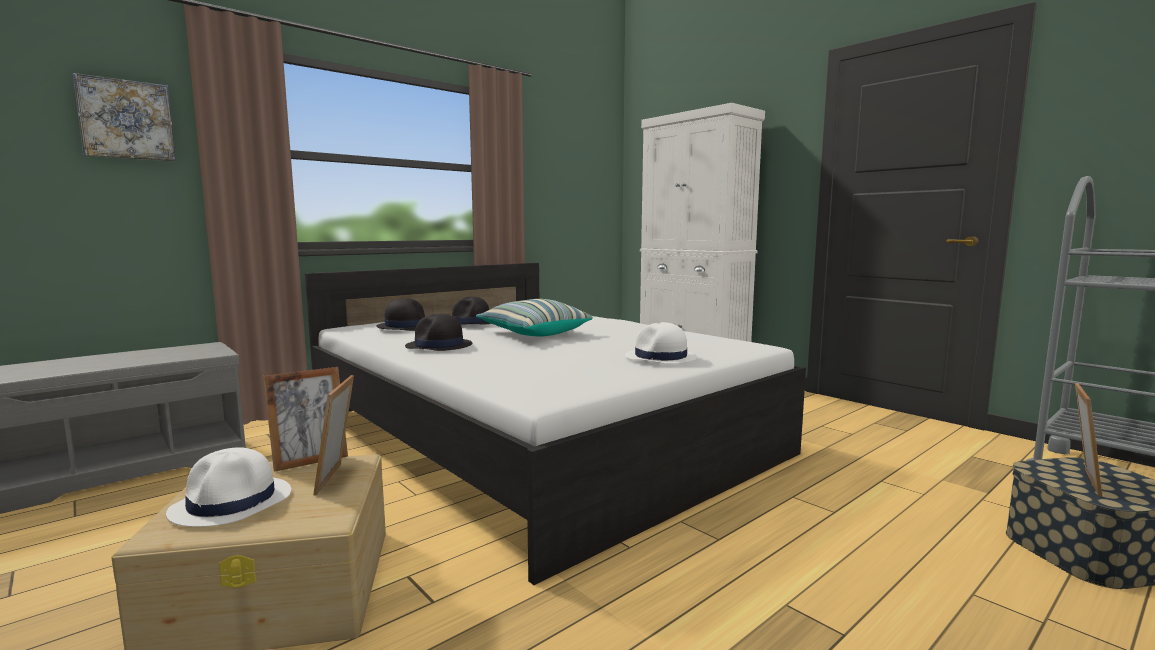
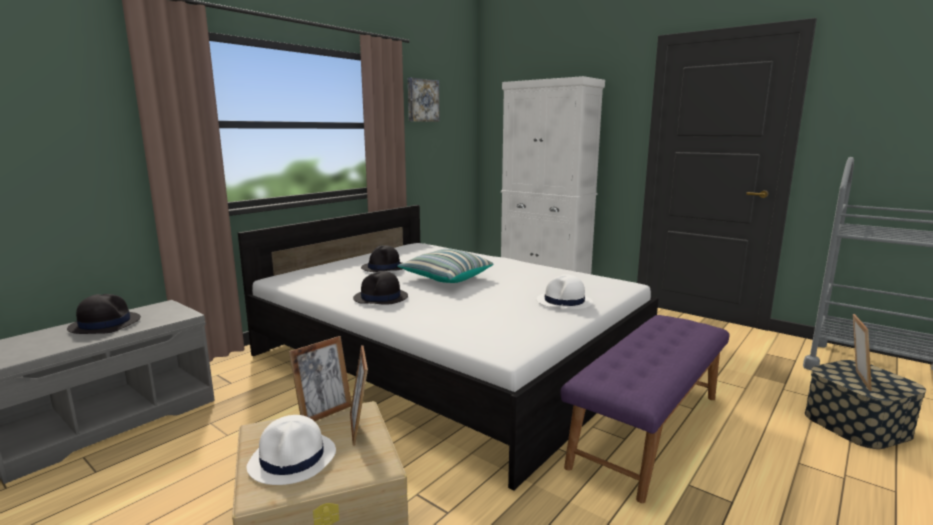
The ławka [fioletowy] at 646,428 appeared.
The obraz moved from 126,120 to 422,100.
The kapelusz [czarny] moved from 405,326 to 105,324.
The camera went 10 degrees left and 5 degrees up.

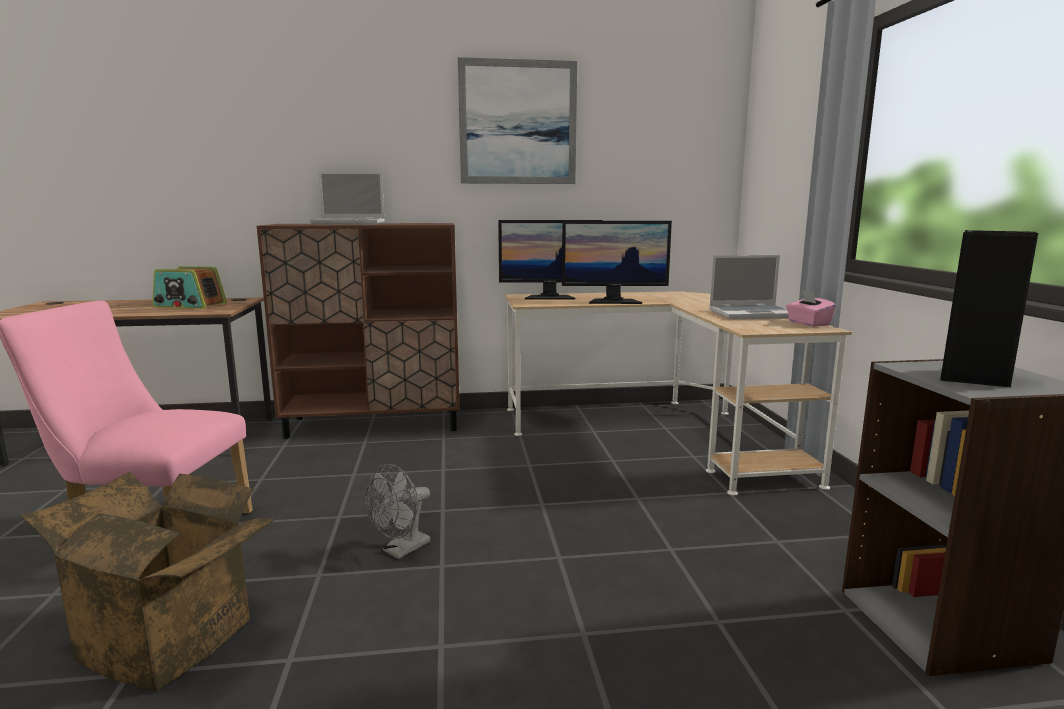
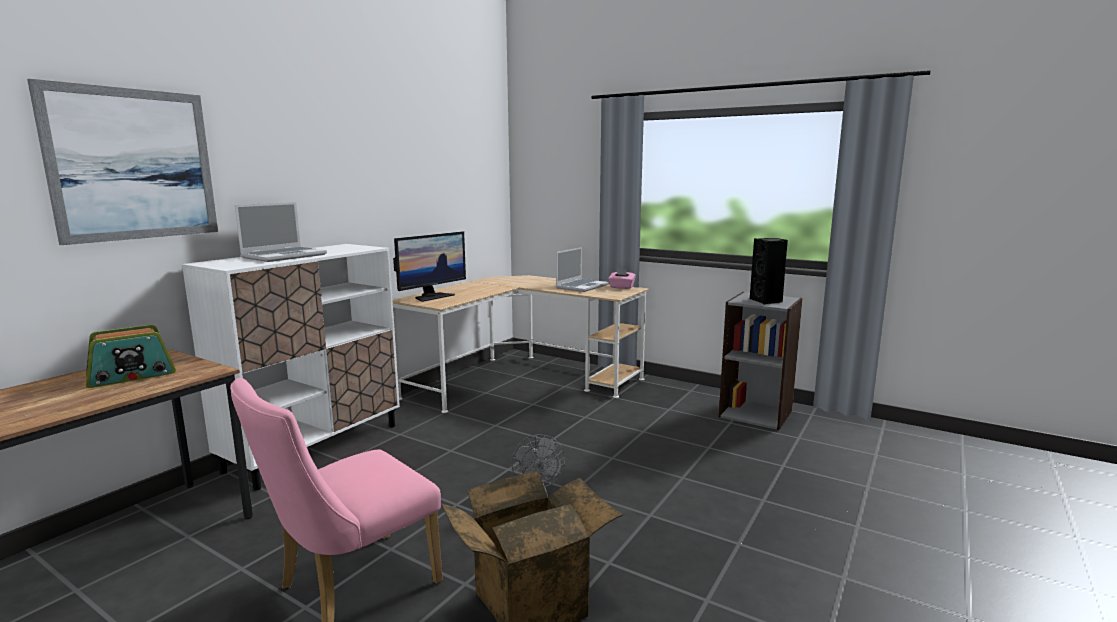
The monitor at 613,301 disappeared.
The obraz moved from 518,123 to 133,164.
The szafka [brązowy] at 375,424 became the szafka [biały] at 315,447.
The camera went 50 degrees left and 0 degrees up.

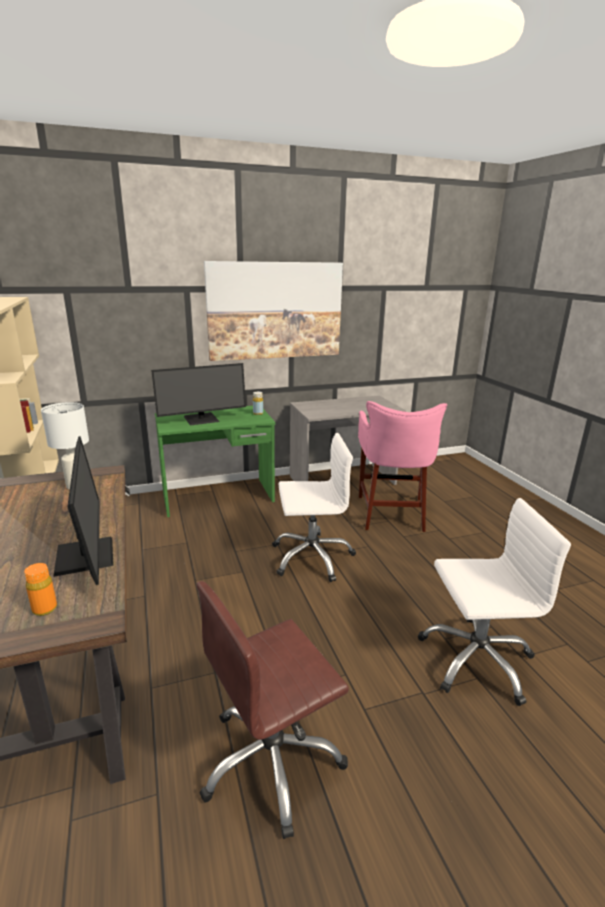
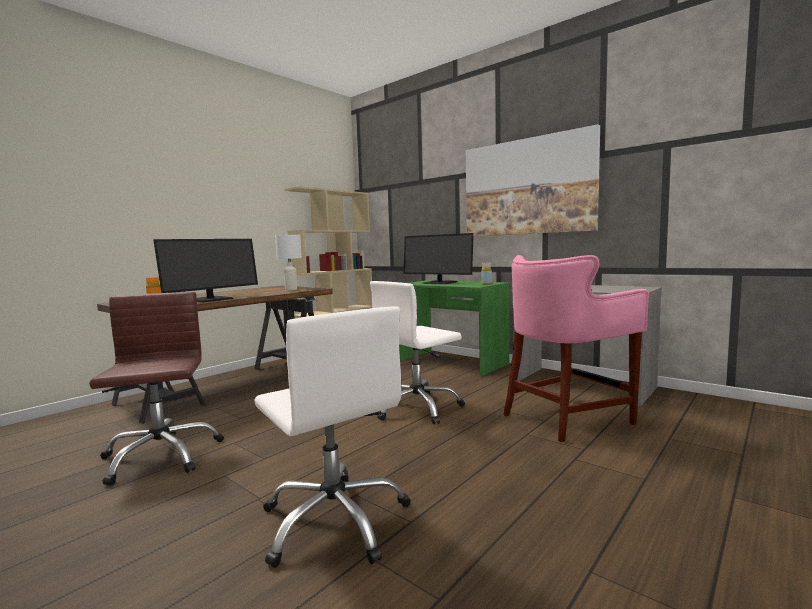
The krzesło biurowe [brązowy] at 272,761 turned 45 degrees clockwise.
The krzesło biurowe [biały] at 312,557 turned 90 degrees clockwise.
The camera went 60 degrees right and 15 degrees down.

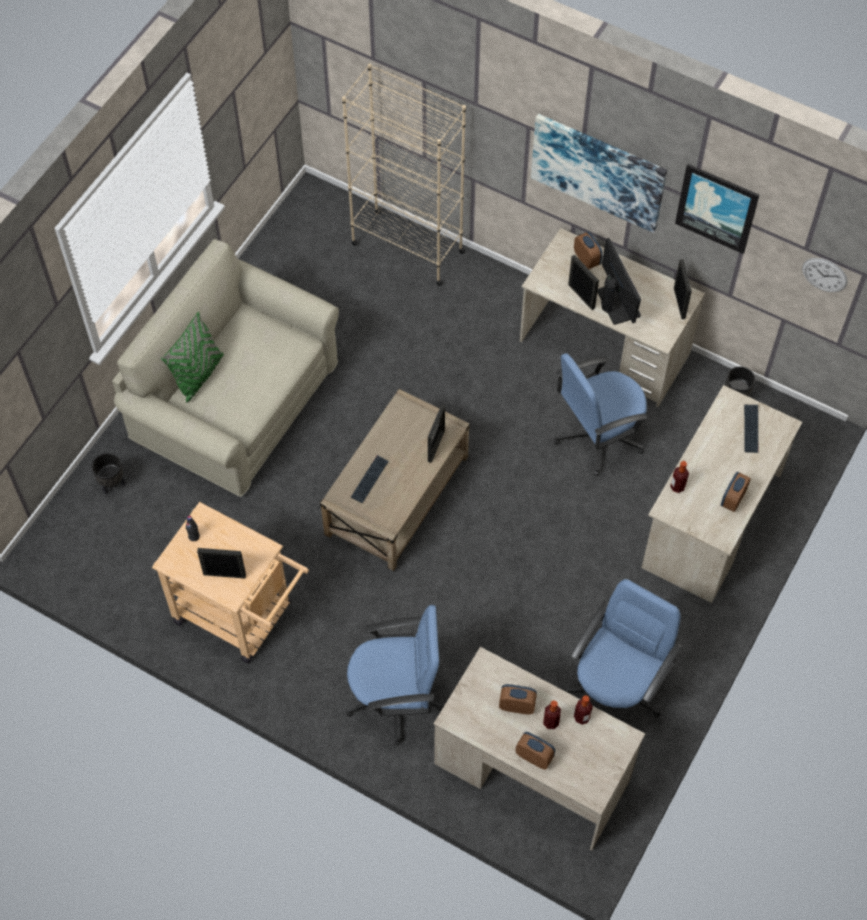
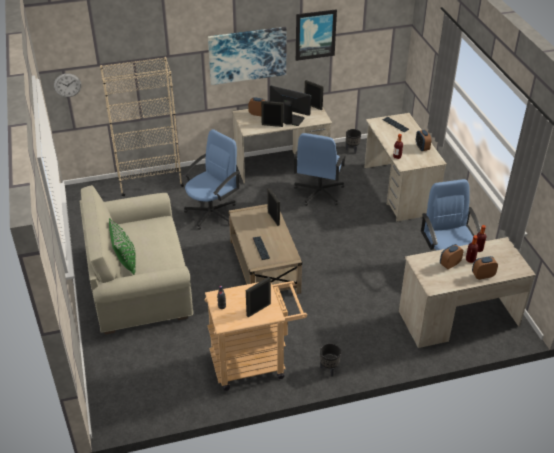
The donica [czarny] moved from 112,484 to 329,369.
The krzesło biurowe [niebieski] moved from 396,698 to 212,213.
The zegar ścienny moved from 824,274 to 67,85.
The camera went 45 degrees left and 20 degrees down.

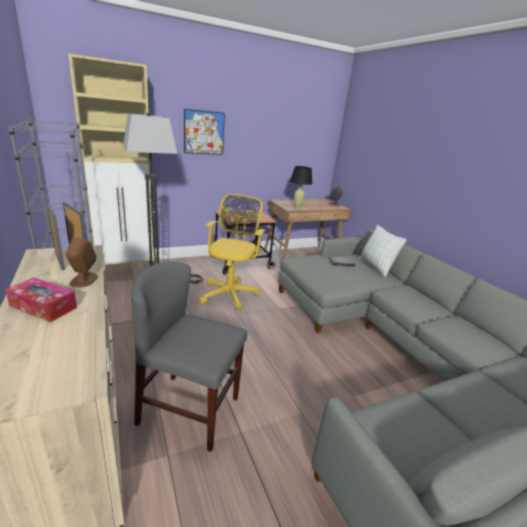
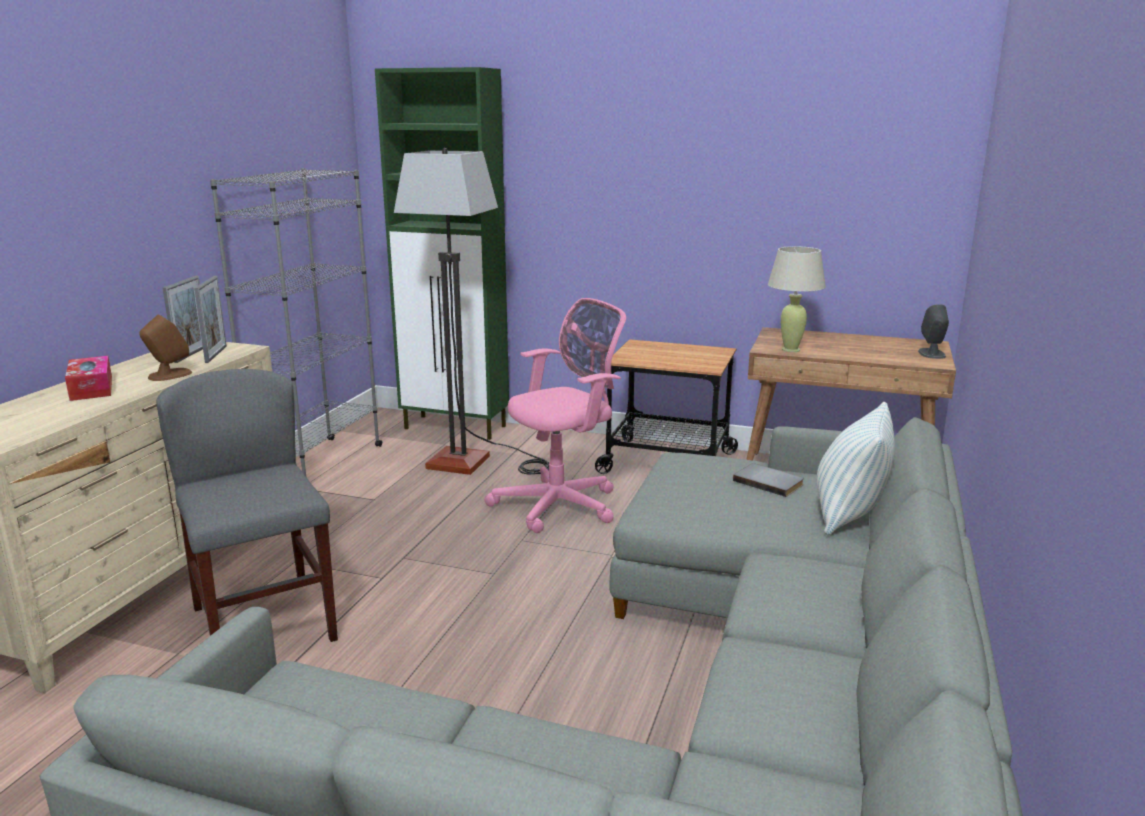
The obraz at 204,132 disappeared.
The szafka [beżowy] at 126,269 became the szafka [zielony] at 456,427.
The krzesło biurowe [żółty] at 230,293 became the krzesło biurowe [różowy] at 562,504.
The lampa stołowa [czarny] at 297,208 became the lampa stołowa [beżowy] at 791,349.
The camera went 45 degrees right and 5 degrees down.

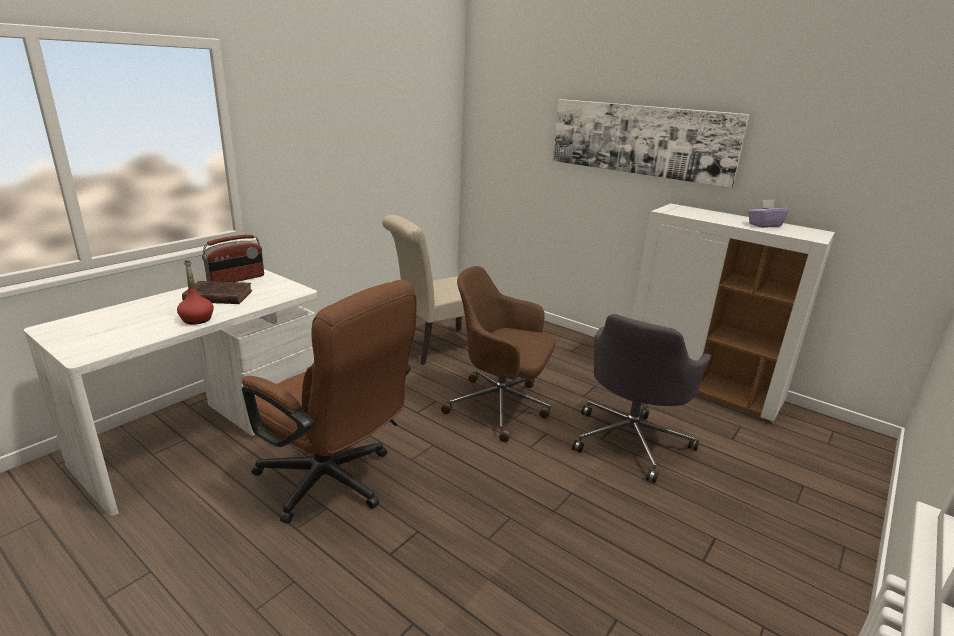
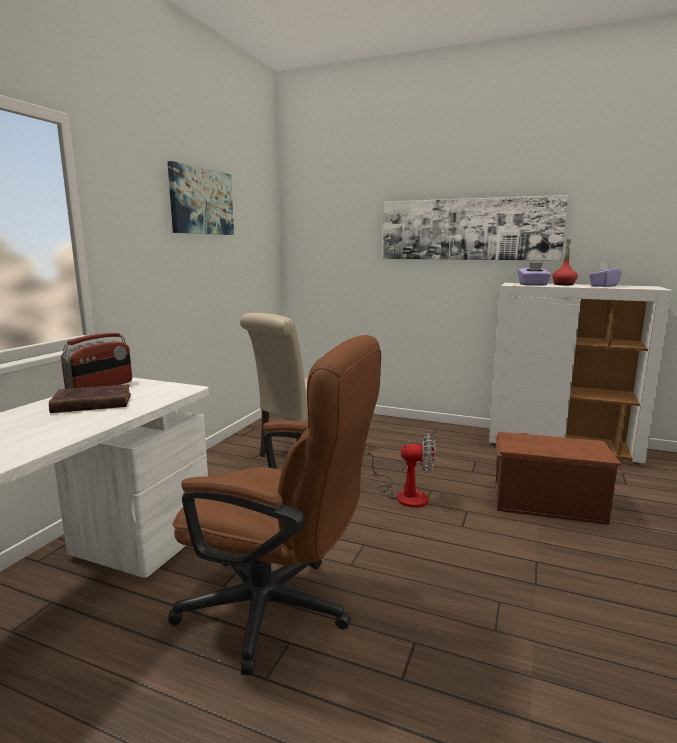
The obraz at 201,201 appeared.
The pudełko chusteczek [fioletowy] at 533,285 appeared.
The butelka [czerwony] moved from 197,319 to 563,284.
The krzesło biurowe [brązowy] at 501,406 was replaced by the wentylator at 404,494.
The krzesło biurowe [szary] at 631,440 was replaced by the pojemnik do przechowywania [brązowy] at 546,501.
The camera went 15 degrees left and 10 degrees down.

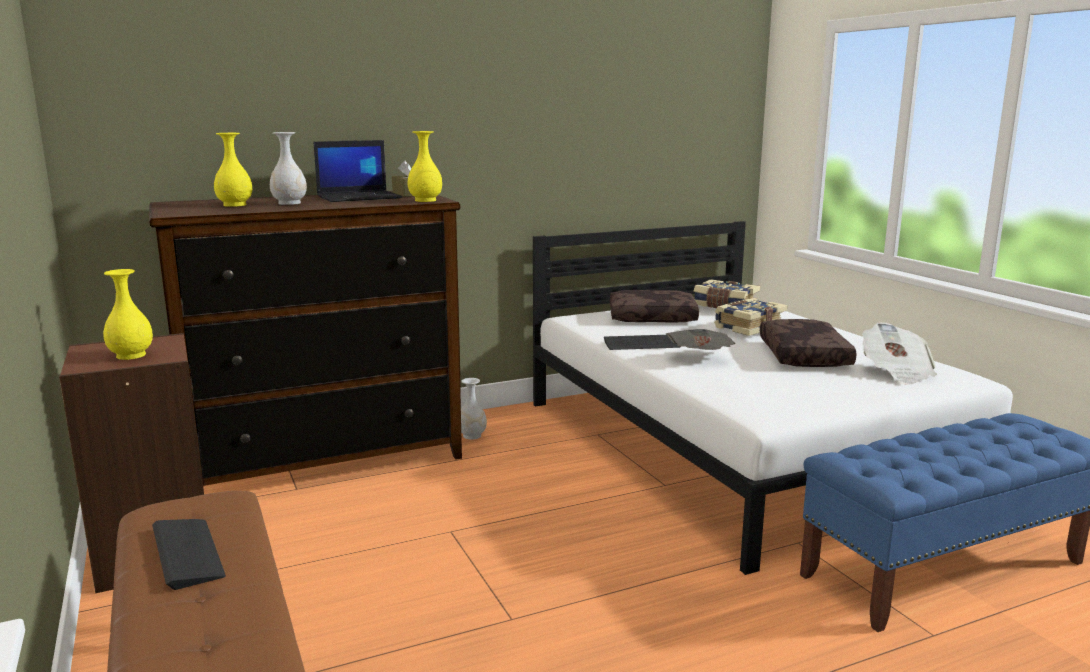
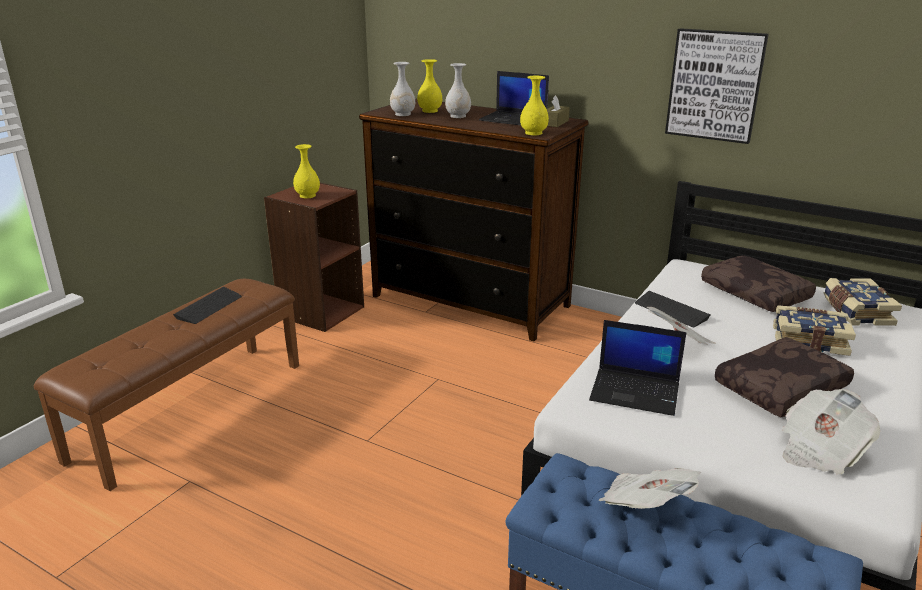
The laptop at 636,392 appeared.
The gazeta at 645,506 appeared.
The obraz at 714,85 appeared.
The wazon [biały] moved from 471,436 to 402,114.
The camera went 55 degrees right and 10 degrees up.

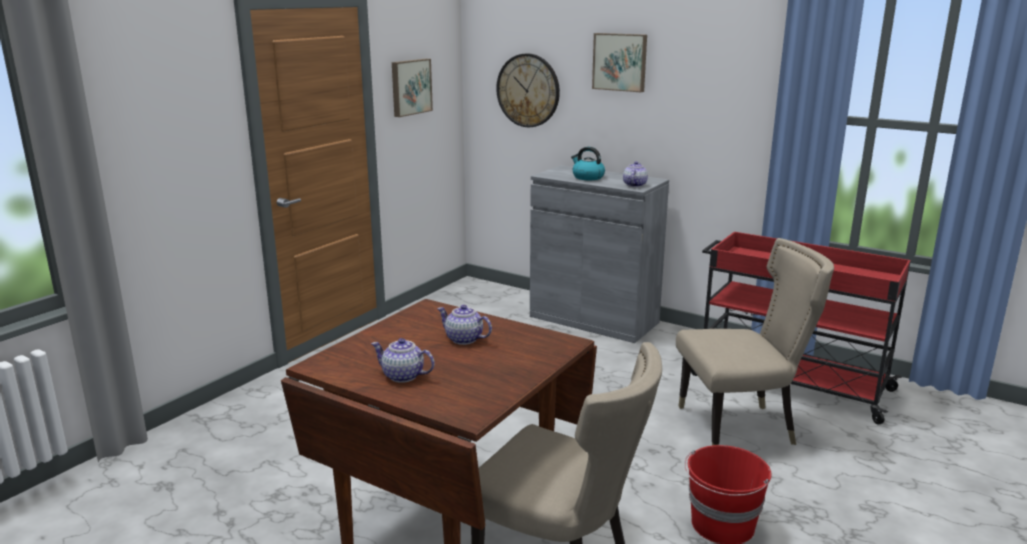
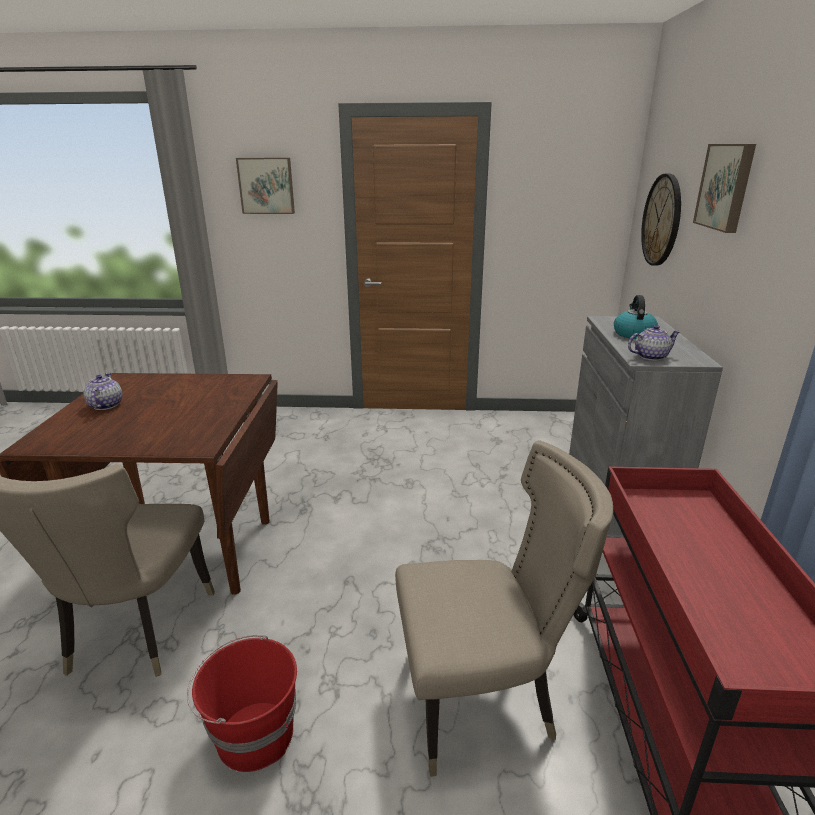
The imbryk at 464,339 disappeared.
The obraz moved from 410,87 to 266,185.
The krzesło [beżowy] at 741,428 turned 60 degrees counterclockwise.
The camera went 60 degrees right and 5 degrees up.

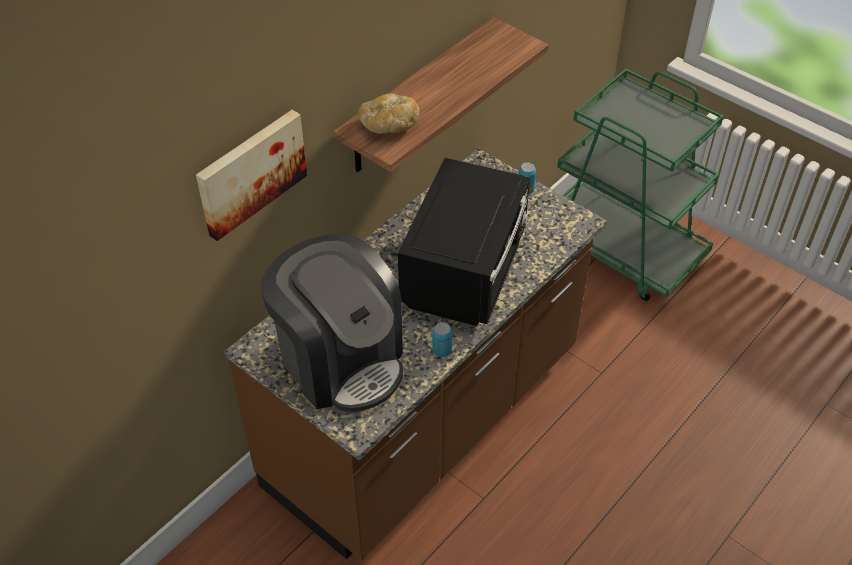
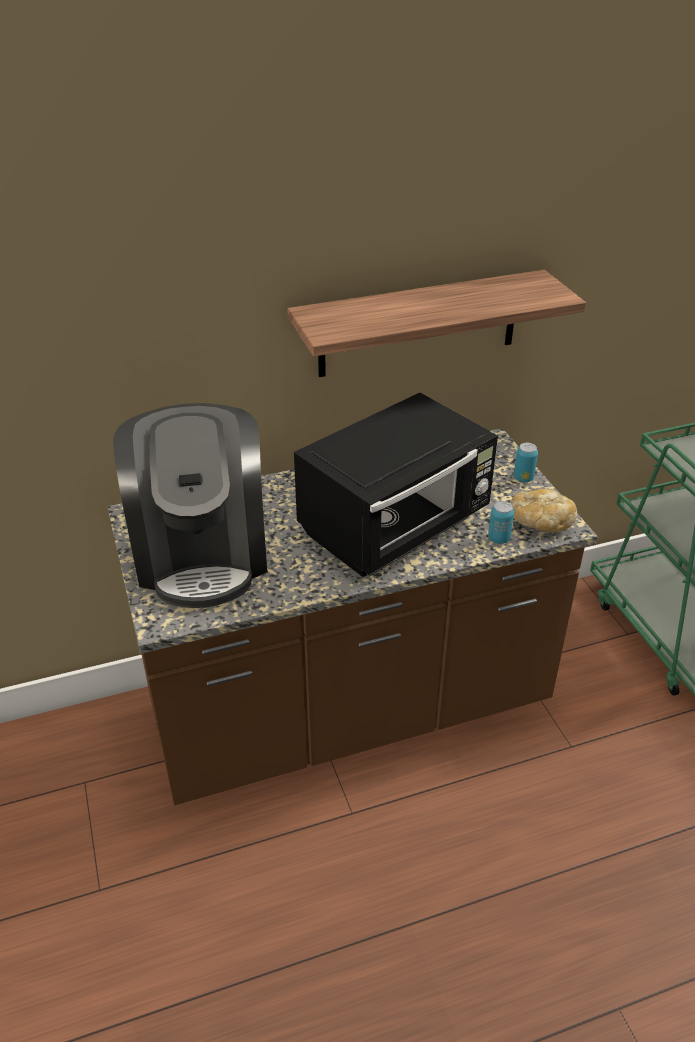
The obraz at 250,172 disappeared.
The chleb moved from 388,126 to 539,523.
The puszka moved from 442,351 to 498,539.
The camera went 30 degrees right and 10 degrees down.

